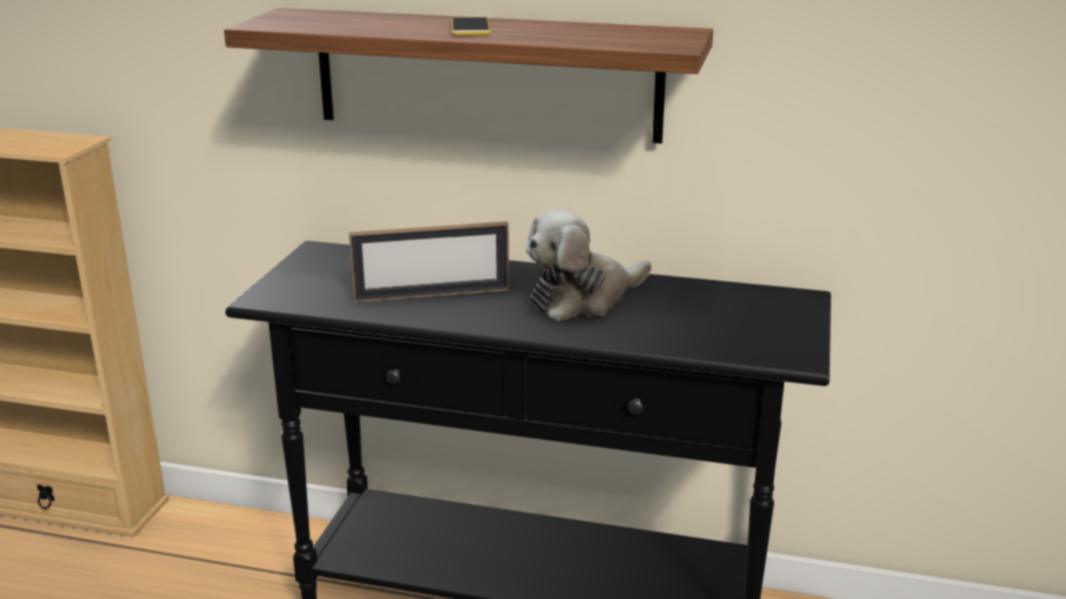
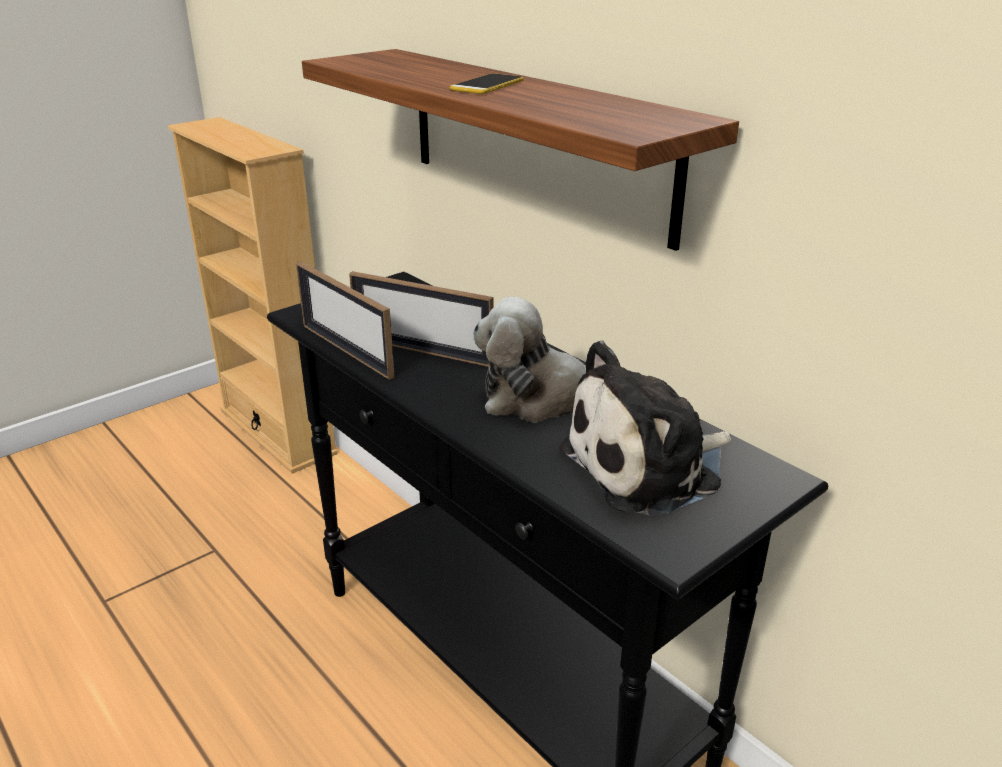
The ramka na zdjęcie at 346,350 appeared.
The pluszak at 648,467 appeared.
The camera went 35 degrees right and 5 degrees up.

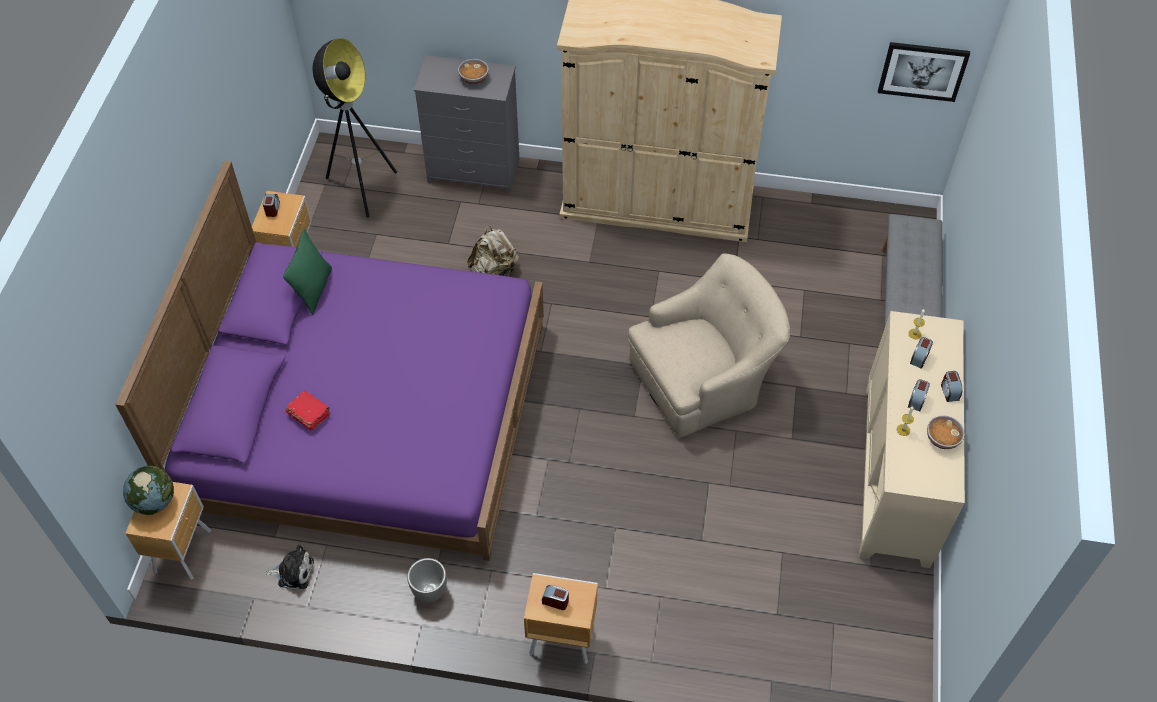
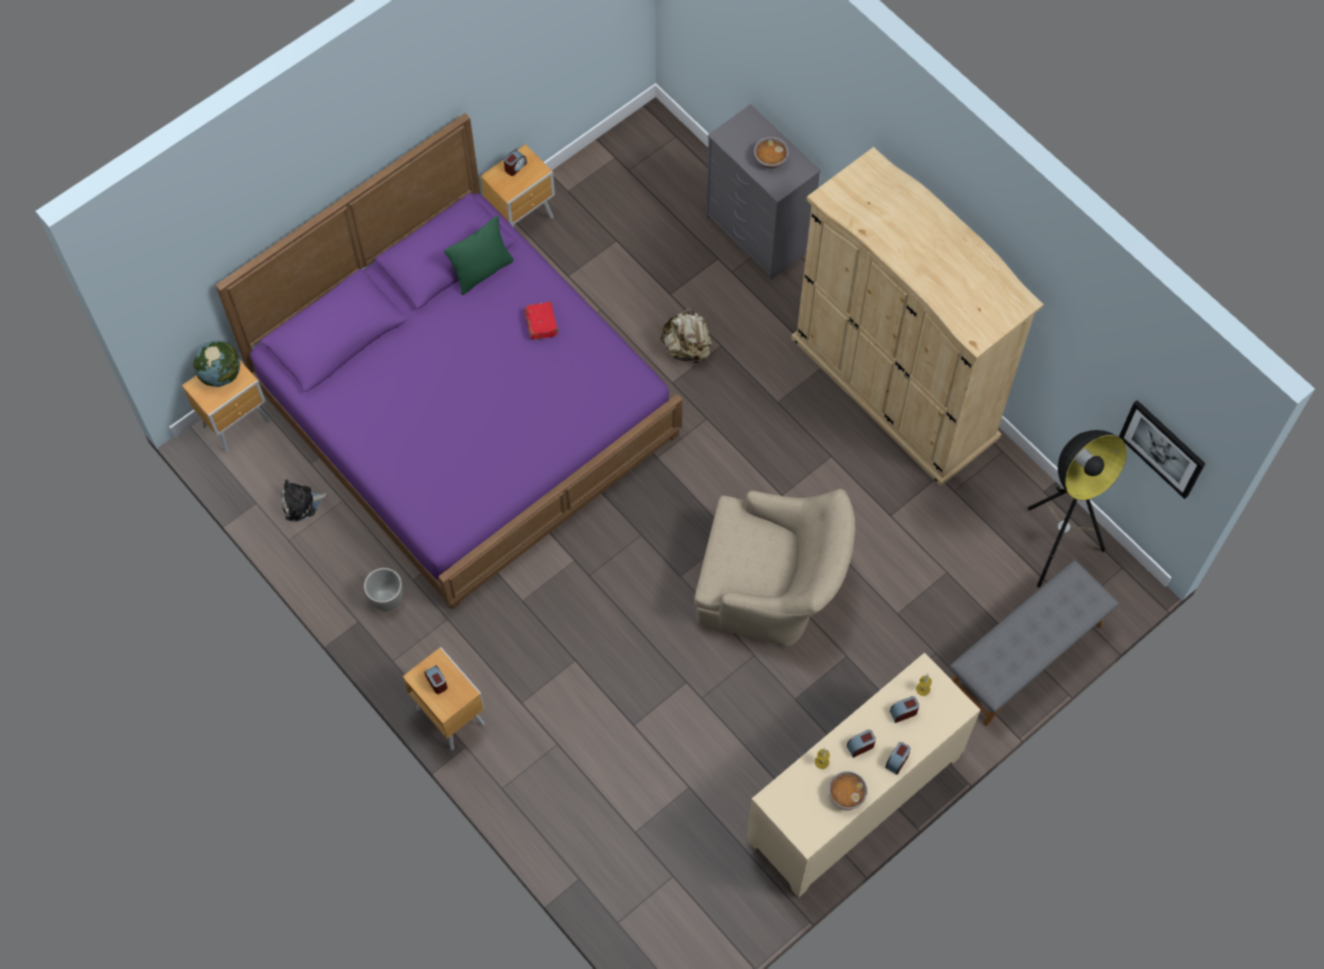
The książka [czerwony] moved from 309,414 to 542,324.
The lampa stojąca moved from 361,188 to 1055,545.
The pluszak at 293,572 turned 120 degrees clockwise.
The camera went 40 degrees right and 10 degrees up.

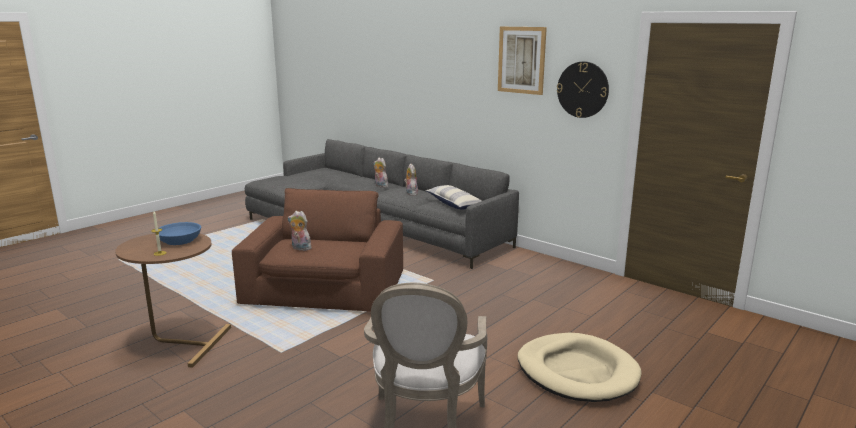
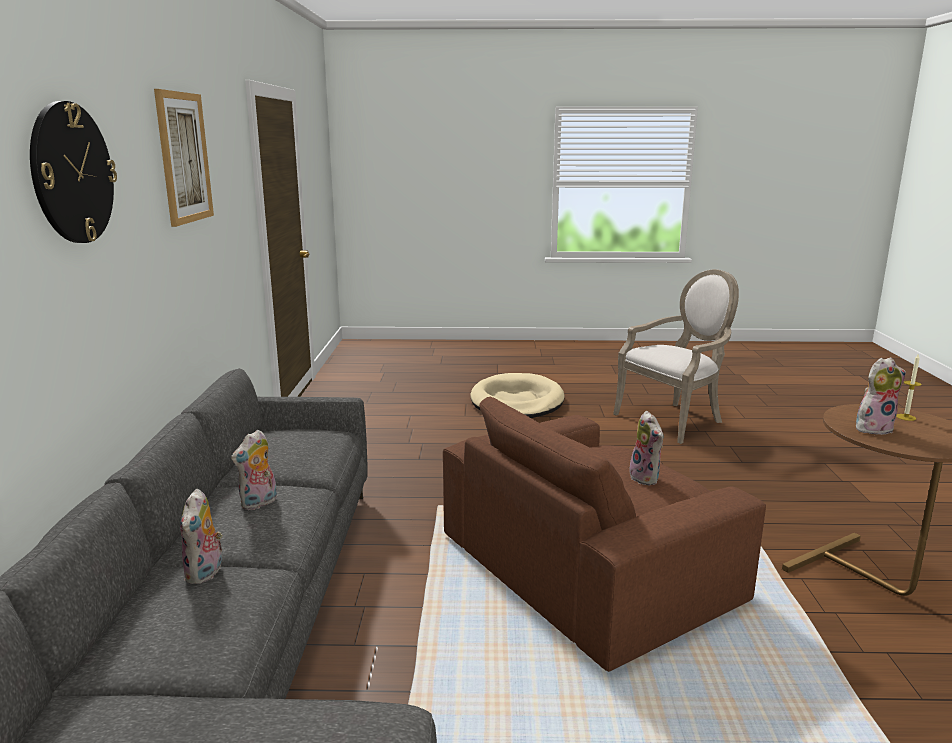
The poduszka at 455,204 disappeared.
The zegar ścienny moved from 582,89 to 72,173.
The miska [niebieski] at 179,240 was replaced by the pluszak at 873,428.
The camera went 130 degrees left and 0 degrees up.

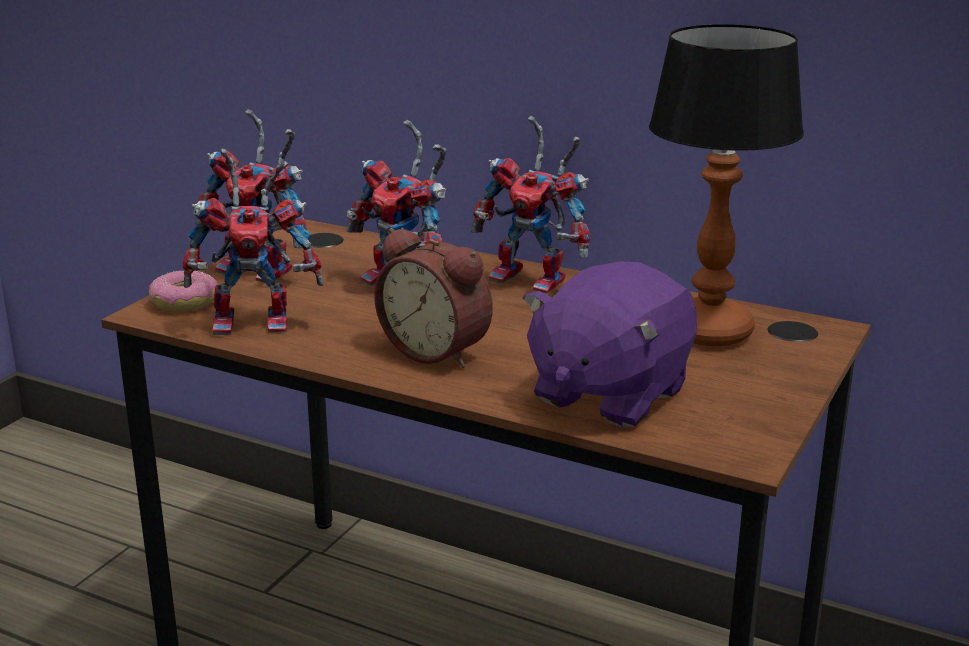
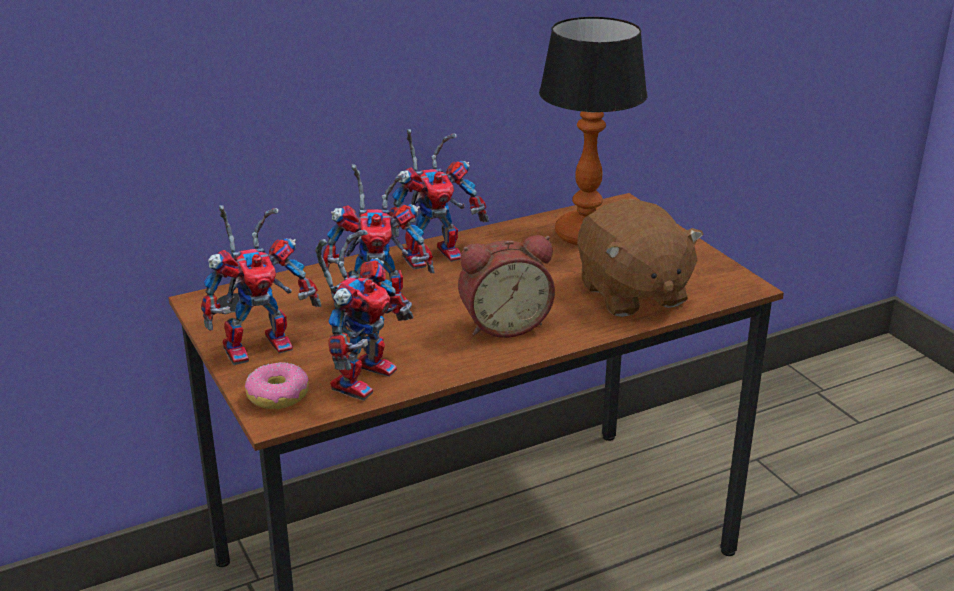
The pluszak [fioletowy] at 608,394 became the pluszak [brązowy] at 631,294.
The camera went 55 degrees left and 5 degrees up.

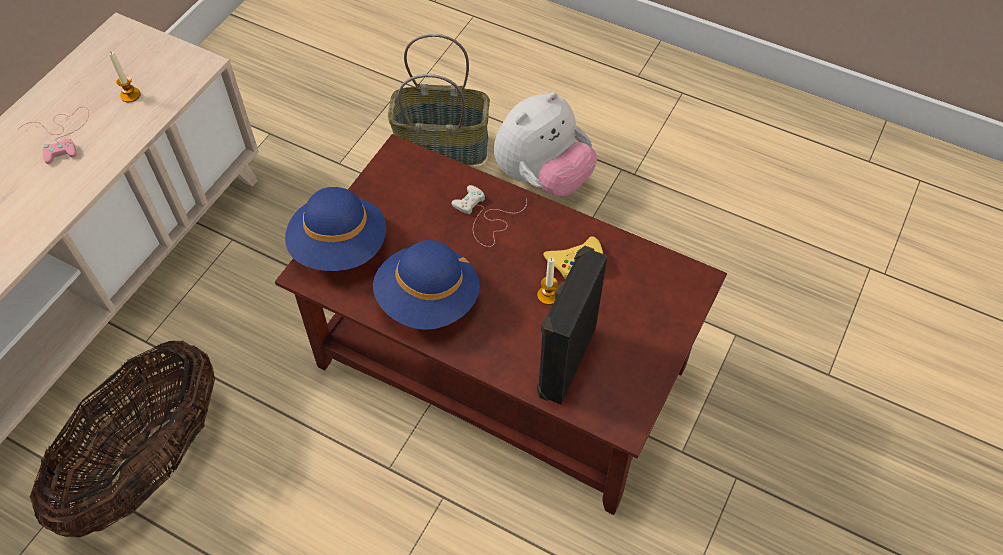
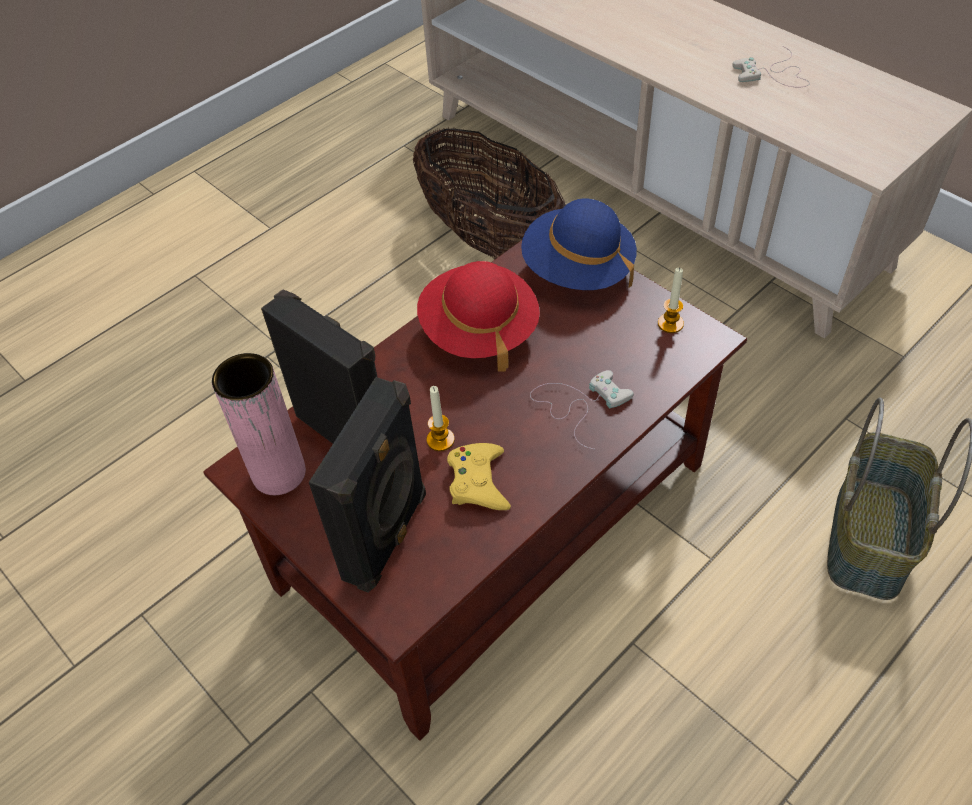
The pluszak at 543,177 disappeared.
The wazon [różowy] at 279,473 appeared.
The głośnik [czarny] at 388,536 appeared.
The świeca moved from 130,95 to 670,324.
The pad do gier [różowy] at 63,134 became the pad do gier [biały] at 773,75.
The kapelusz [niebieski] at 428,300 became the kapelusz [czerwony] at 479,330.
The camera went 110 degrees right and 5 degrees down.

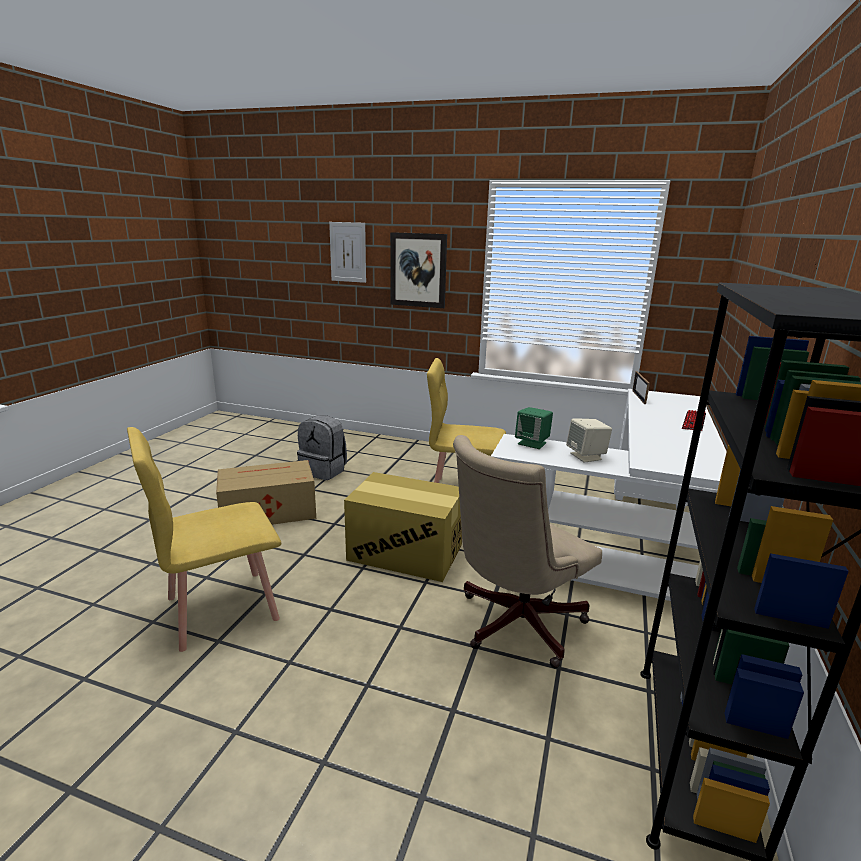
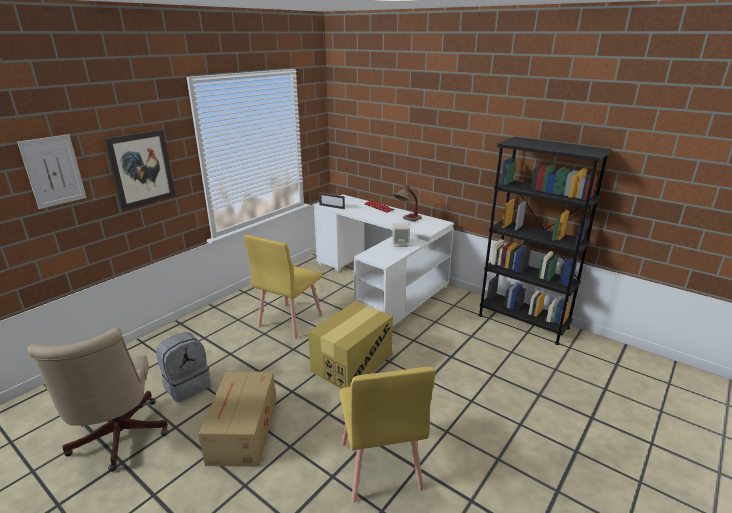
The głośnik [zielony] at 532,443 disappeared.
The lampa stołowa at 407,220 appeared.
The krzesło biurowe [beżowy] moved from 514,625 to 118,439.
The camera went 70 degrees left and 5 degrees up.

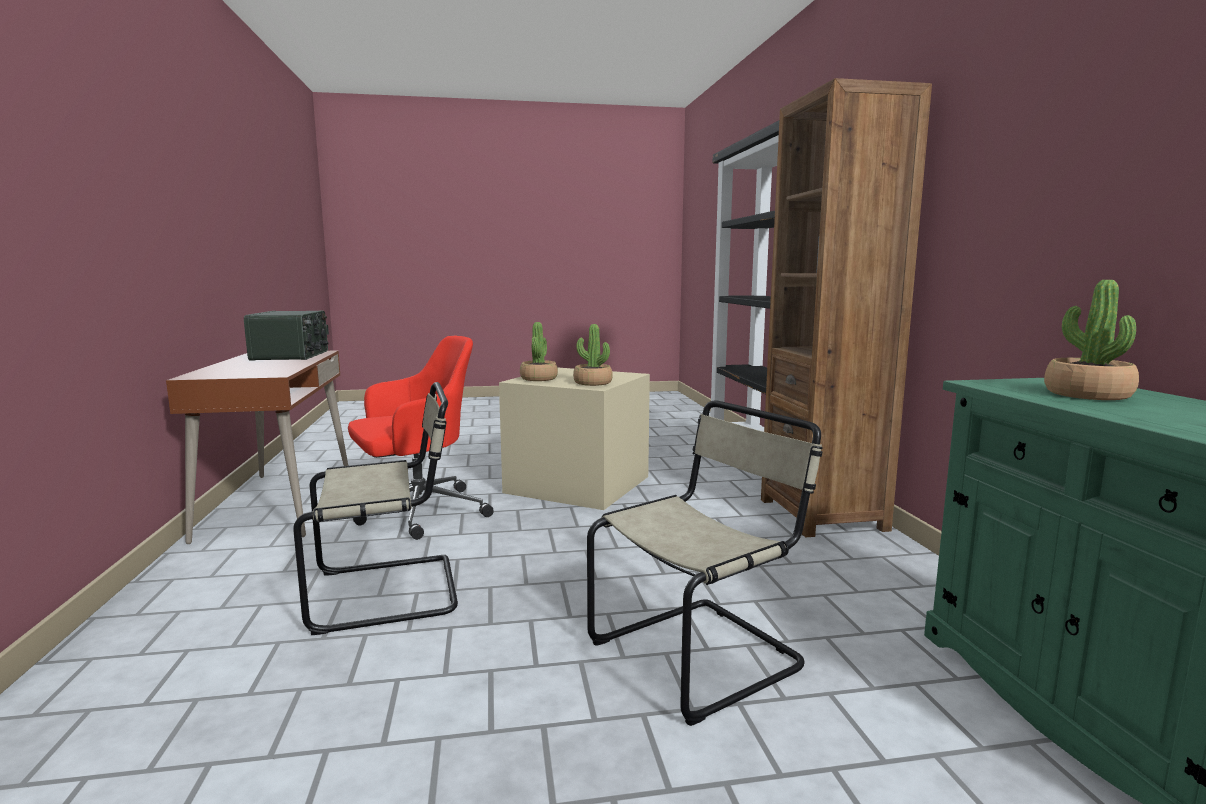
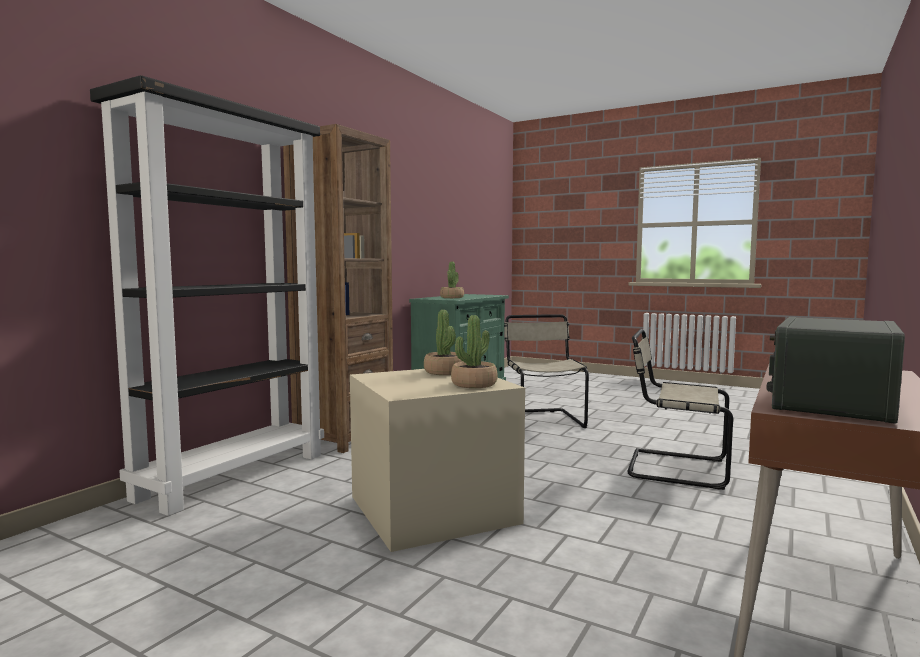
The krzesło biurowe [czerwony] at 417,512 disappeared.
The krzesło [beżowy] at 701,653 turned 75 degrees clockwise.
The camera went 140 degrees left and 5 degrees down.

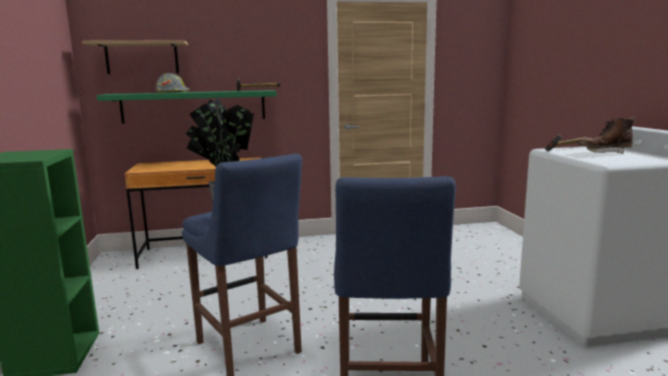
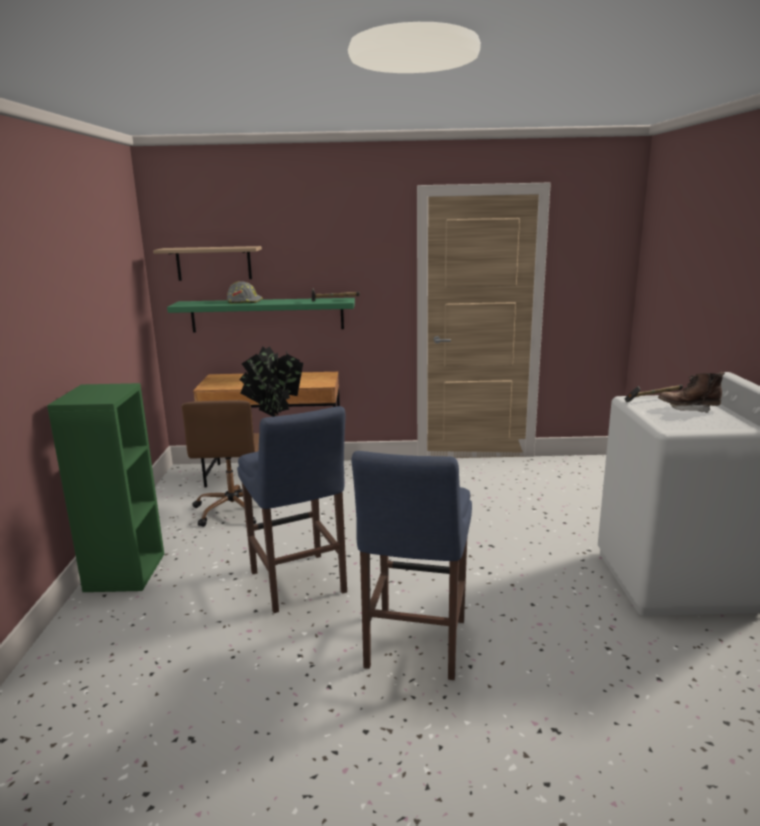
The krzesło biurowe [brązowy] at 233,510 appeared.
The camera went 10 degrees right and 5 degrees up.

